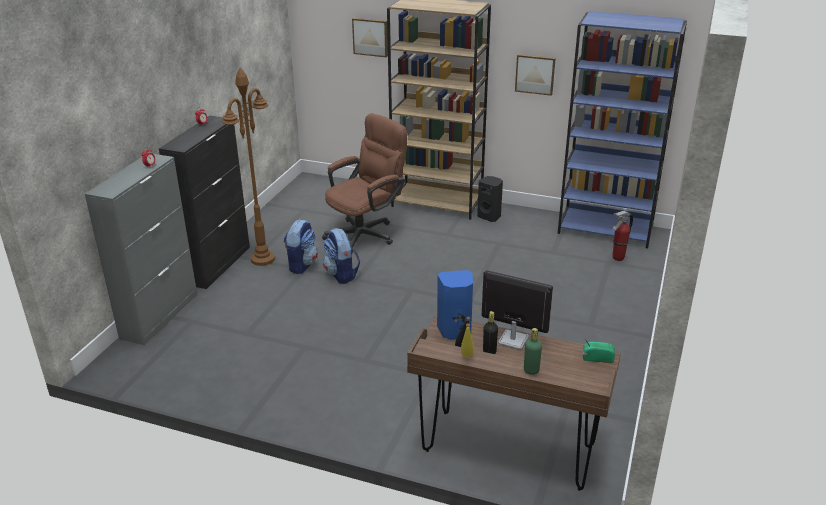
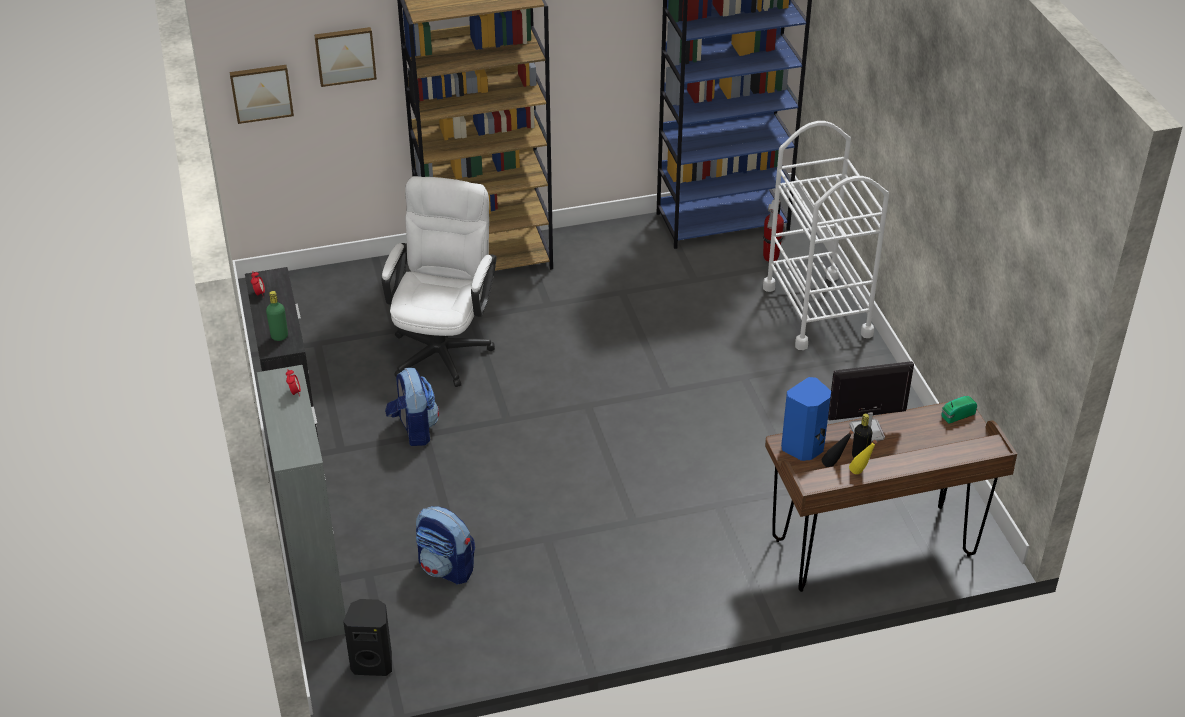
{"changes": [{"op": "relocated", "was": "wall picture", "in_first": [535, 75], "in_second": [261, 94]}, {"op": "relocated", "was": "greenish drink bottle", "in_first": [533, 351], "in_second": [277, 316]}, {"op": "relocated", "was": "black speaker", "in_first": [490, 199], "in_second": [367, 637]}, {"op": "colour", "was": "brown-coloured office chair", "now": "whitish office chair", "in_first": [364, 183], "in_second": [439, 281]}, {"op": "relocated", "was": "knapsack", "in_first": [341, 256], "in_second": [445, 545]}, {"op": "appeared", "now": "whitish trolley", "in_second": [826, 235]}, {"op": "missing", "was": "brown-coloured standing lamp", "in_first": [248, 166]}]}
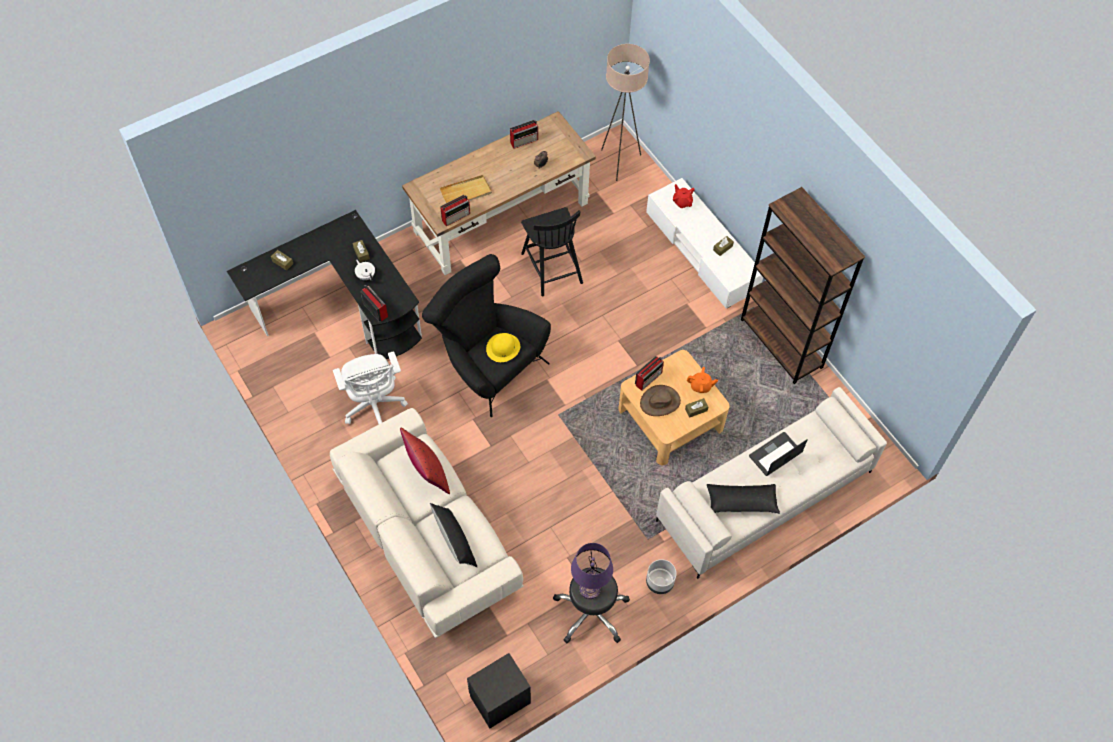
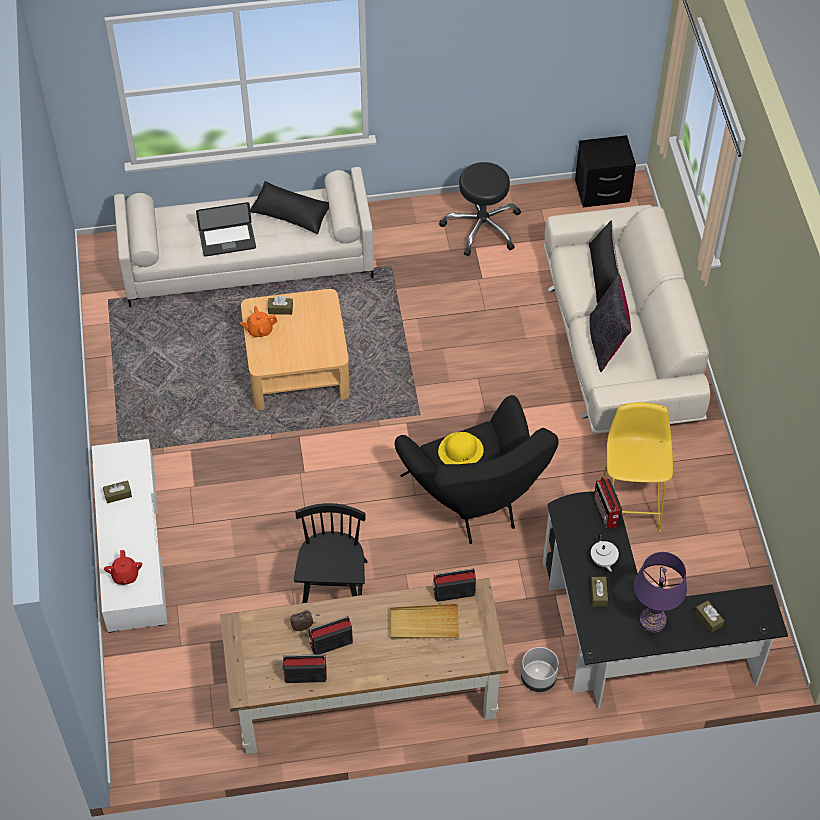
{"changes": [{"op": "spun", "was": "orangey tea pot", "in_first": [702, 380], "in_second": [258, 322], "clockwise": -45}, {"op": "relocated", "was": "radio", "in_first": [649, 373], "in_second": [330, 635]}, {"op": "relocated", "was": "grey planter", "in_first": [661, 576], "in_second": [540, 669]}, {"op": "colour", "was": "red-coloured throw pillow", "now": "black throw pillow", "in_first": [425, 461], "in_second": [610, 323]}, {"op": "exchanged", "was": "whitish office chair", "now": "yellow-coloured stool", "in_first": [370, 387], "in_second": [638, 467]}, {"op": "relocated", "was": "purplish table lamp", "in_first": [592, 571], "in_second": [660, 592]}, {"op": "missing", "was": "sand-coloured standing lamp", "in_first": [625, 112]}, {"op": "missing", "was": "brown-coloured wearable hat", "in_first": [660, 400]}, {"op": "missing", "was": "brown-coloured bookshelf", "in_first": [803, 285]}]}
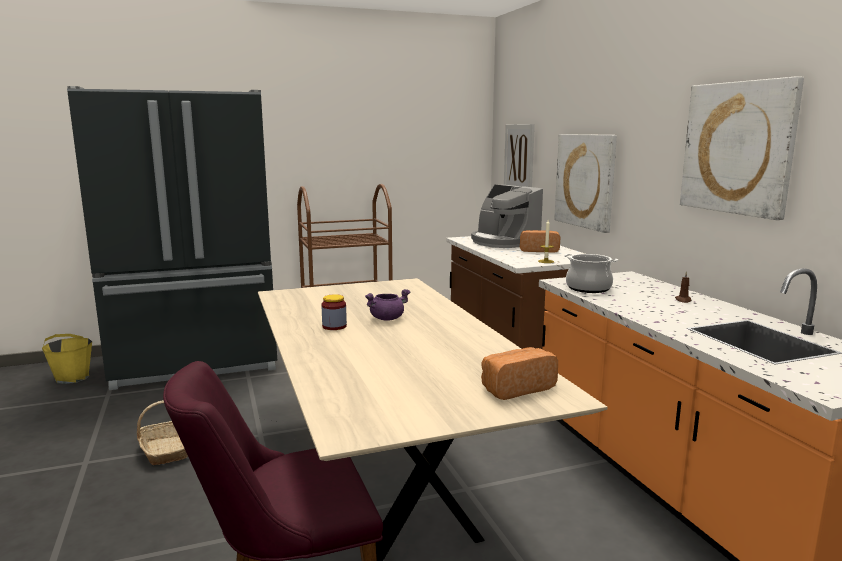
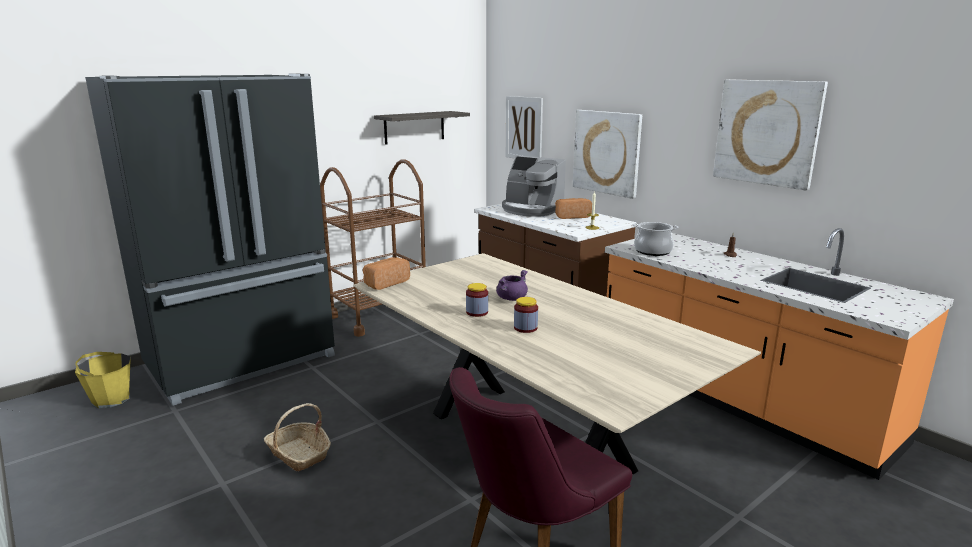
{"changes": [{"op": "relocated", "was": "bakery bread", "in_first": [519, 373], "in_second": [386, 273]}, {"op": "appeared", "now": "wall shelf", "in_second": [422, 128]}, {"op": "appeared", "now": "jar", "in_second": [526, 315]}]}
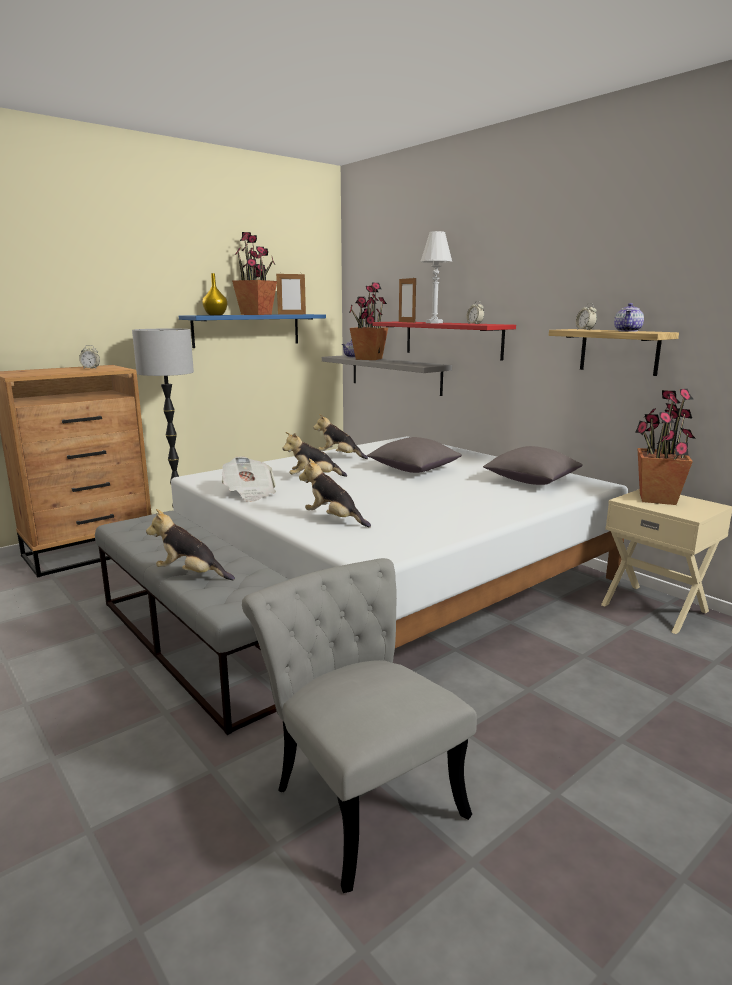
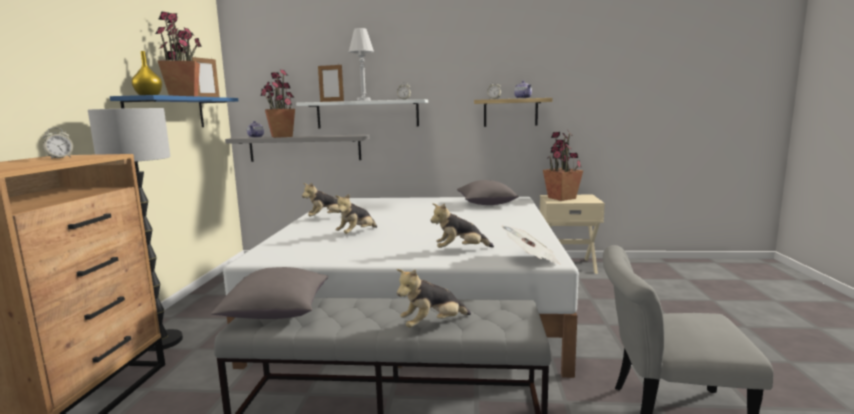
{"changes": [{"op": "relocated", "was": "grey throw pillow", "in_first": [414, 455], "in_second": [269, 293]}, {"op": "colour", "was": "red-coloured wall shelf", "now": "whitish wall shelf", "in_first": [444, 341], "in_second": [362, 114]}, {"op": "relocated", "was": "printed paper", "in_first": [248, 479], "in_second": [530, 245]}]}
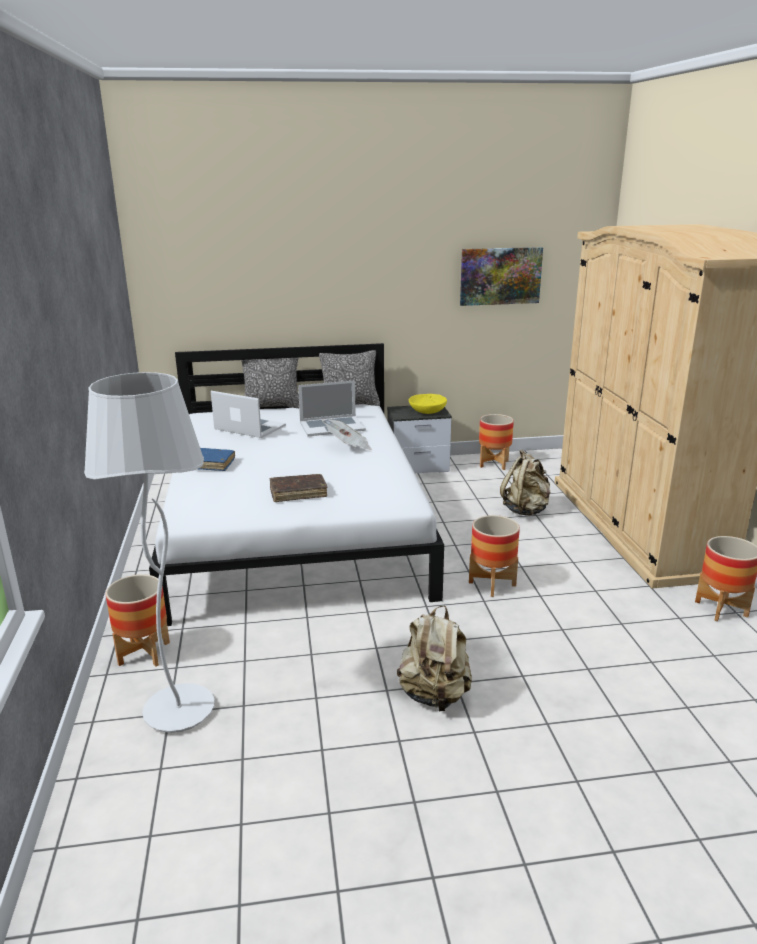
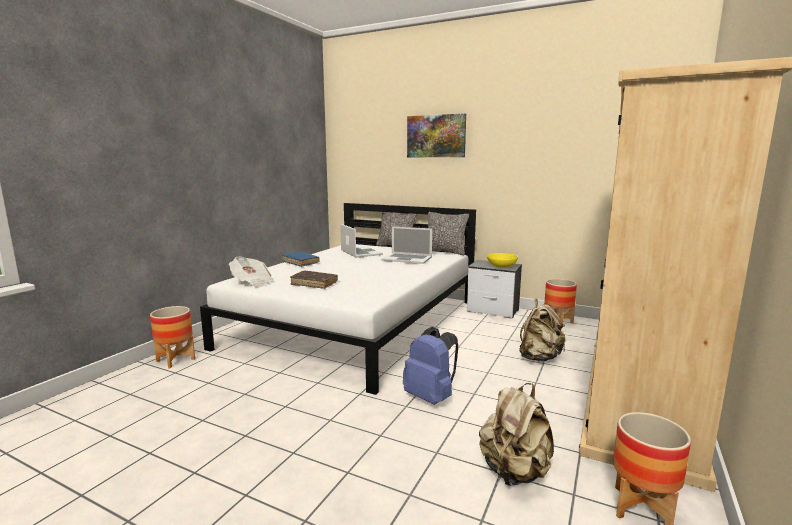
{"changes": [{"op": "relocated", "was": "printed paper", "in_first": [347, 434], "in_second": [251, 272]}, {"op": "exchanged", "was": "planter", "now": "blue-coloured knapsack", "in_first": [494, 556], "in_second": [430, 366]}, {"op": "relocated", "was": "wall picture", "in_first": [501, 276], "in_second": [436, 135]}, {"op": "relocated", "was": "sand-coloured knapsack", "in_first": [434, 658], "in_second": [516, 434]}, {"op": "missing", "was": "whitish standing lamp", "in_first": [149, 552]}]}
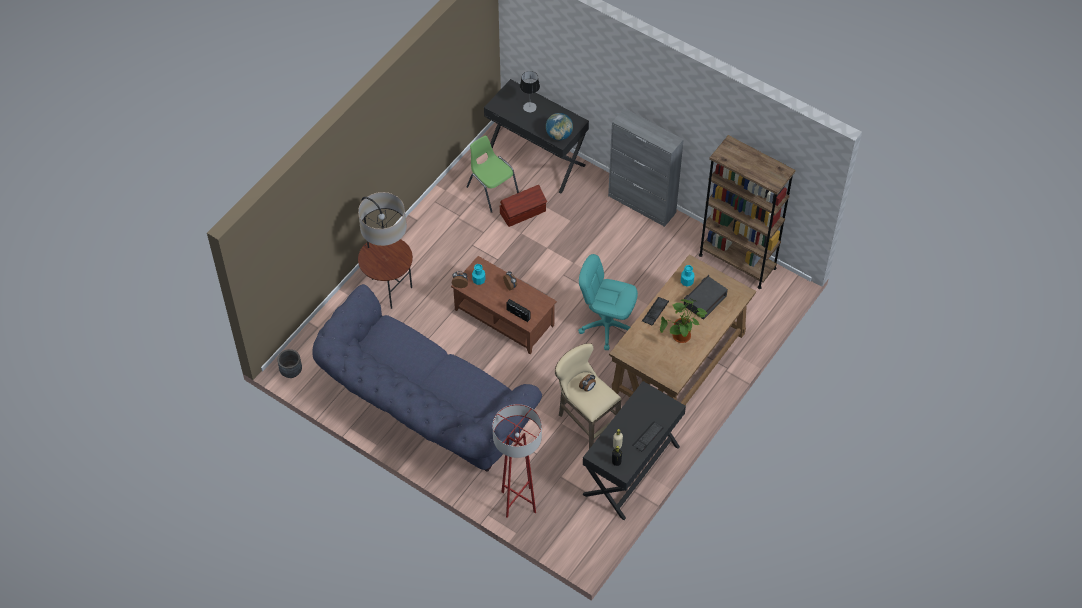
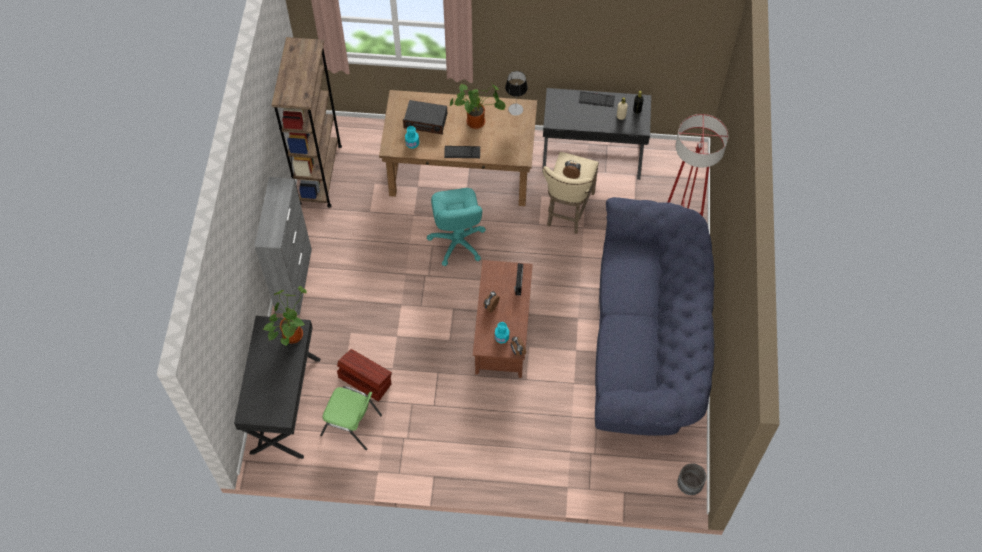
{"changes": [{"op": "exchanged", "was": "world globe", "now": "plant in a pot", "in_first": [559, 126], "in_second": [285, 316]}, {"op": "spun", "was": "greenish chair", "in_first": [493, 174], "in_second": [351, 418], "clockwise": -90}, {"op": "relocated", "was": "table lamp", "in_first": [530, 91], "in_second": [516, 93]}, {"op": "missing", "was": "standing lamp", "in_first": [385, 250]}]}
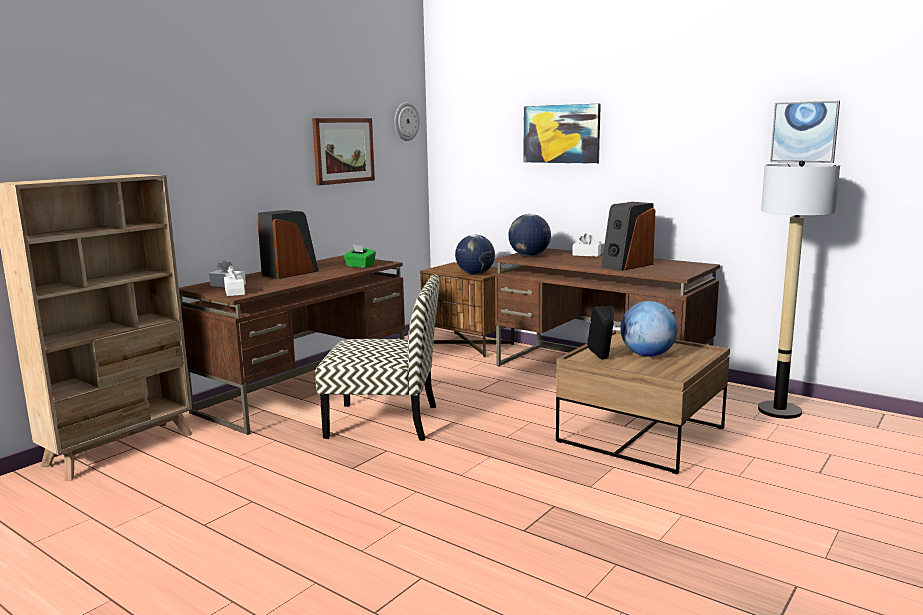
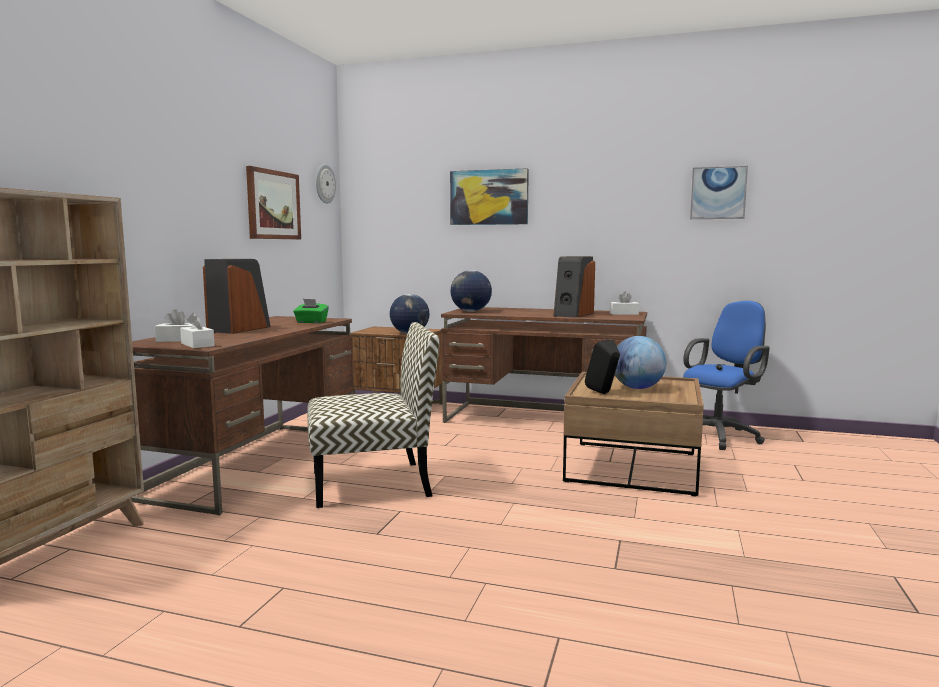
{"changes": [{"op": "relocated", "was": "whitish tissue holder", "in_first": [586, 245], "in_second": [624, 303]}, {"op": "exchanged", "was": "standing lamp", "now": "blue-coloured office chair", "in_first": [799, 289], "in_second": [726, 375]}]}
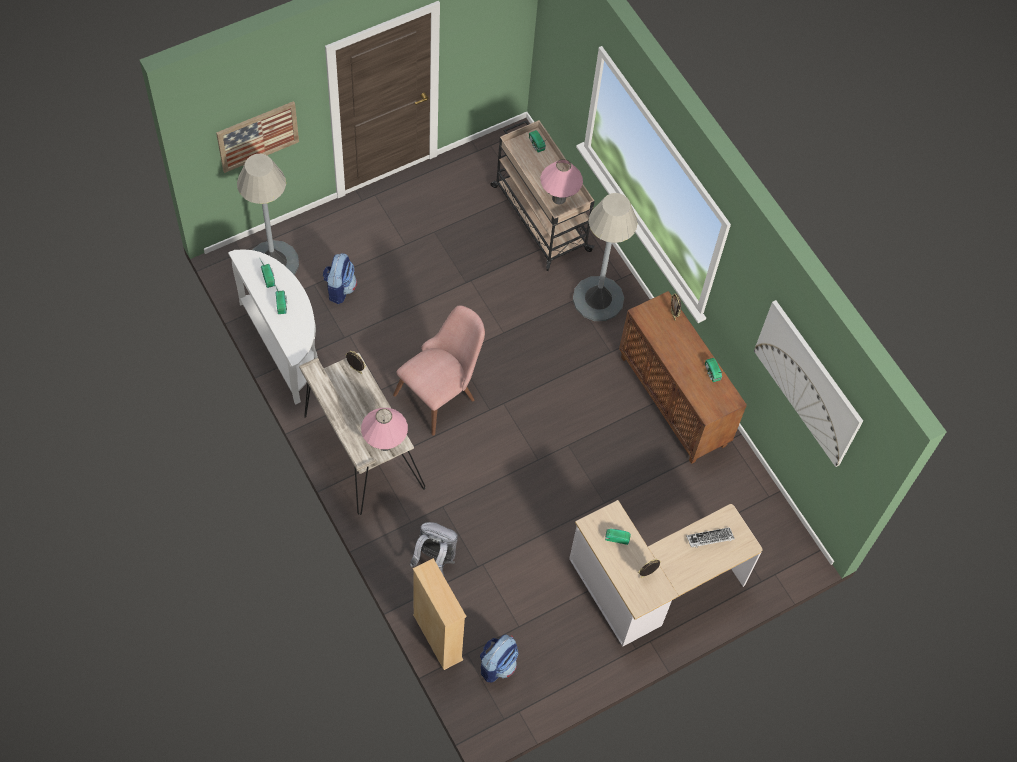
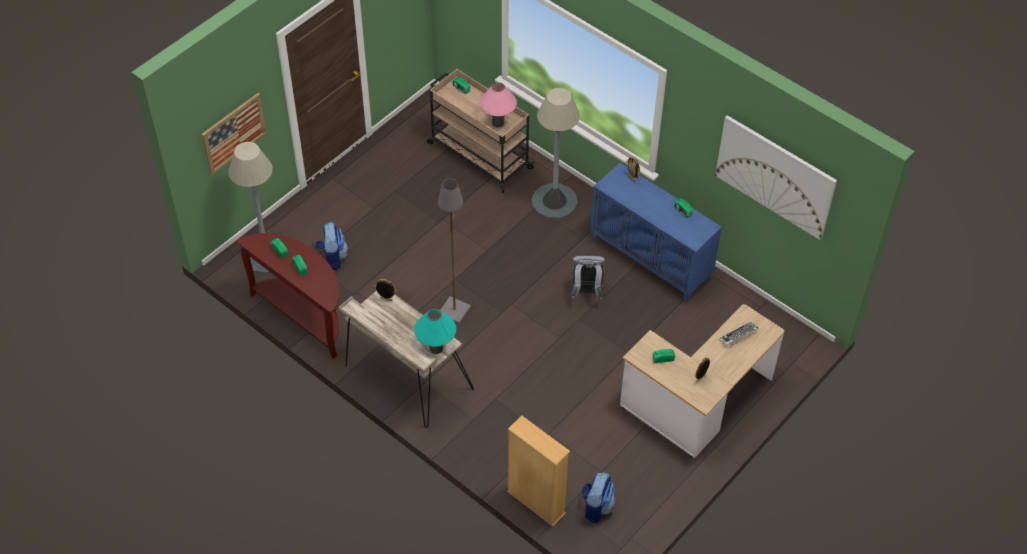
{"changes": [{"op": "colour", "was": "whitish hall table", "now": "brown-coloured hall table", "in_first": [273, 327], "in_second": [288, 296]}, {"op": "colour", "was": "pink-coloured table lamp", "now": "turquoise-coloured table lamp", "in_first": [384, 429], "in_second": [435, 331]}, {"op": "exchanged", "was": "pink-coloured chair", "now": "grey standing lamp", "in_first": [439, 370], "in_second": [454, 251]}, {"op": "relocated", "was": "grey knapsack", "in_first": [434, 549], "in_second": [587, 278]}, {"op": "colour", "was": "brown-coloured cupboard", "now": "blue-coloured cupboard", "in_first": [683, 377], "in_second": [656, 232]}]}
